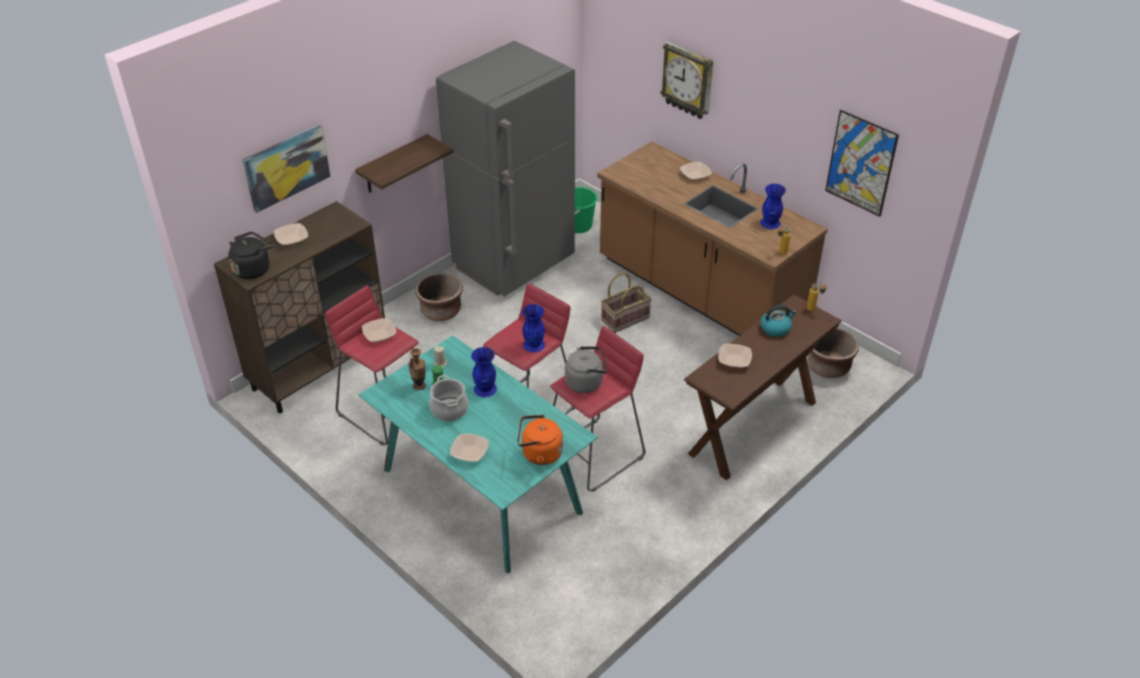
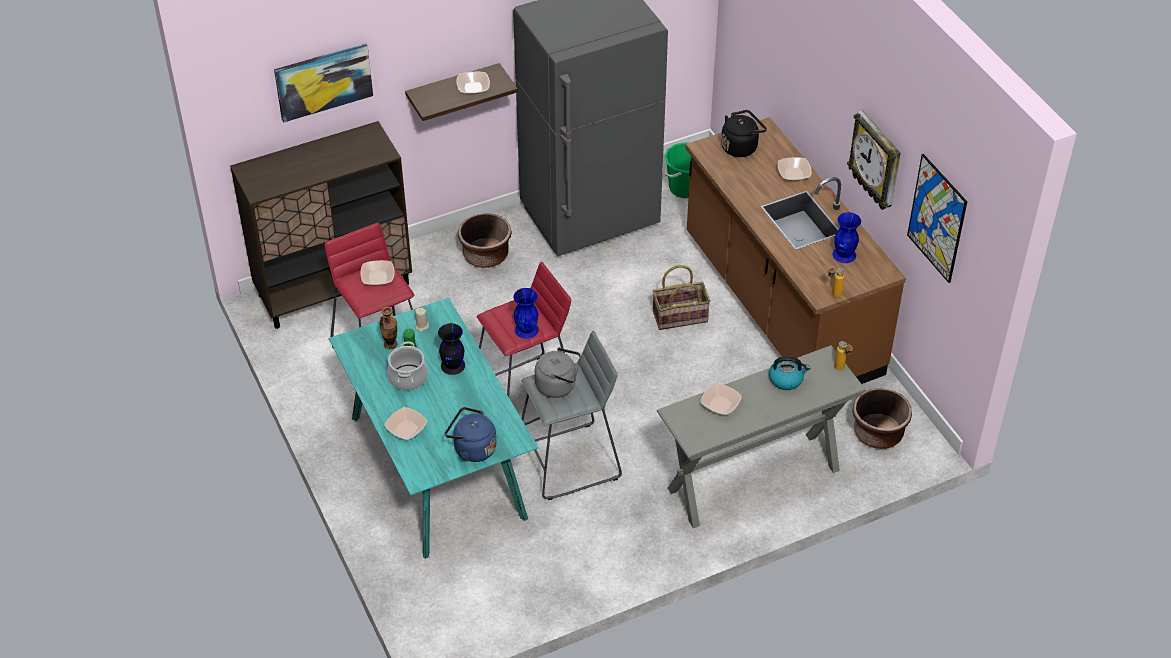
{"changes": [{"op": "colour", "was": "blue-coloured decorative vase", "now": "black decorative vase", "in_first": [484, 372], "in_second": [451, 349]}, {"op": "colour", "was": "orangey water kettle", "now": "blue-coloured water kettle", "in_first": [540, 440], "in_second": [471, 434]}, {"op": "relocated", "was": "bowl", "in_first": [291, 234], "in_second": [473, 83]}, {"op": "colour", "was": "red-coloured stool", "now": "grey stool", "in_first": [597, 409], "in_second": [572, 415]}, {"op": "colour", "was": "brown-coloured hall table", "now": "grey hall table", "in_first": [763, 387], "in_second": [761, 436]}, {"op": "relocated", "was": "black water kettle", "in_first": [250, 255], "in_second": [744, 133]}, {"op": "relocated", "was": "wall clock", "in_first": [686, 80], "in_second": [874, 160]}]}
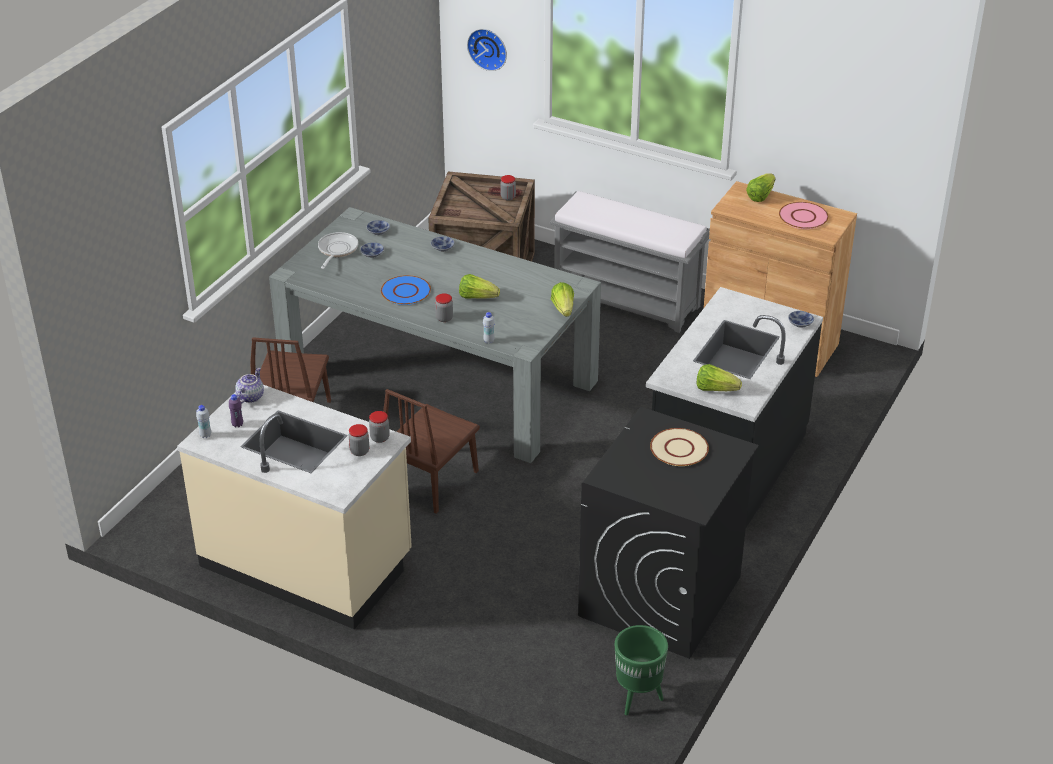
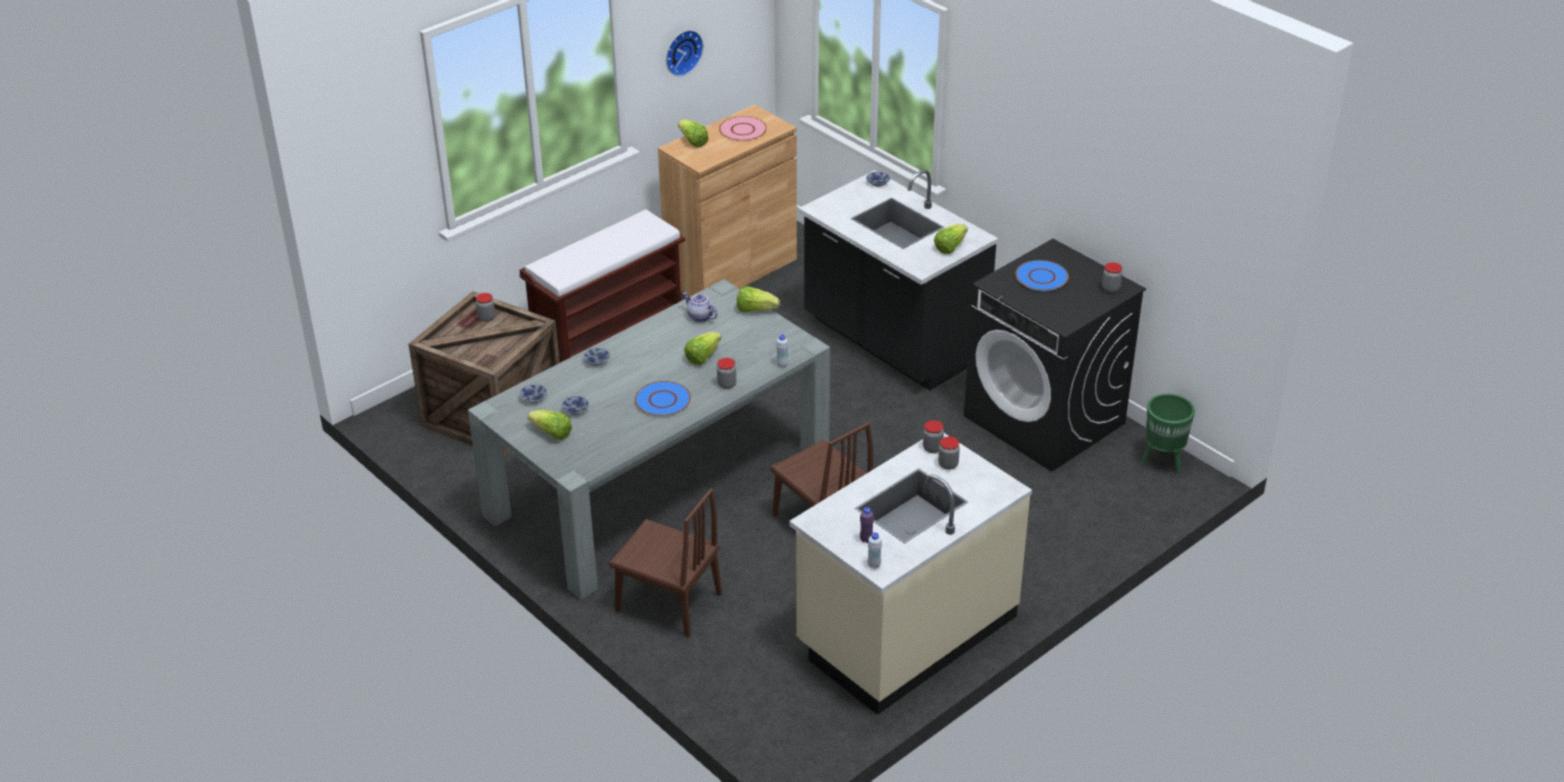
{"changes": [{"op": "colour", "was": "grey indoor bench", "now": "brown-coloured indoor bench", "in_first": [630, 262], "in_second": [602, 286]}, {"op": "exchanged", "was": "frying pan", "now": "head of lettuce", "in_first": [338, 250], "in_second": [549, 425]}, {"op": "relocated", "was": "wall clock", "in_first": [487, 50], "in_second": [684, 53]}, {"op": "relocated", "was": "tea pot", "in_first": [249, 385], "in_second": [700, 307]}, {"op": "colour", "was": "sand-coloured dinner plate", "now": "blue-coloured dinner plate", "in_first": [679, 447], "in_second": [1042, 275]}, {"op": "appeared", "now": "jar", "in_second": [1112, 277]}]}
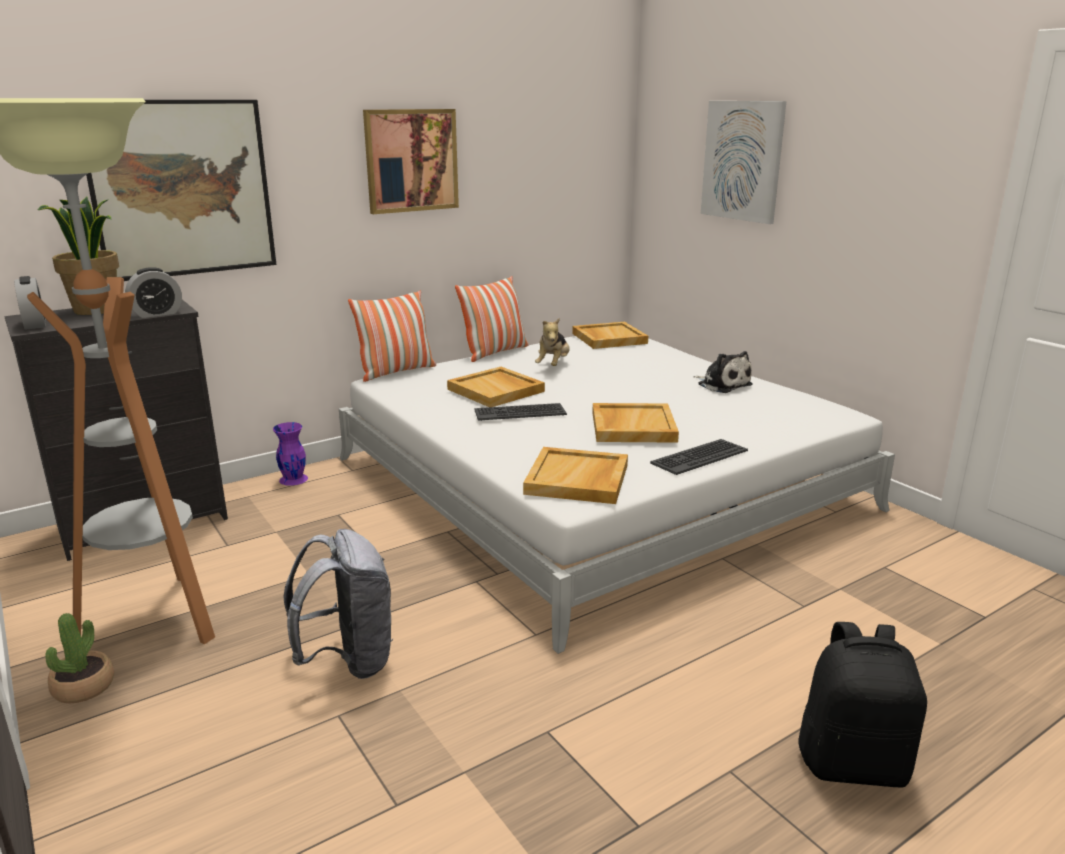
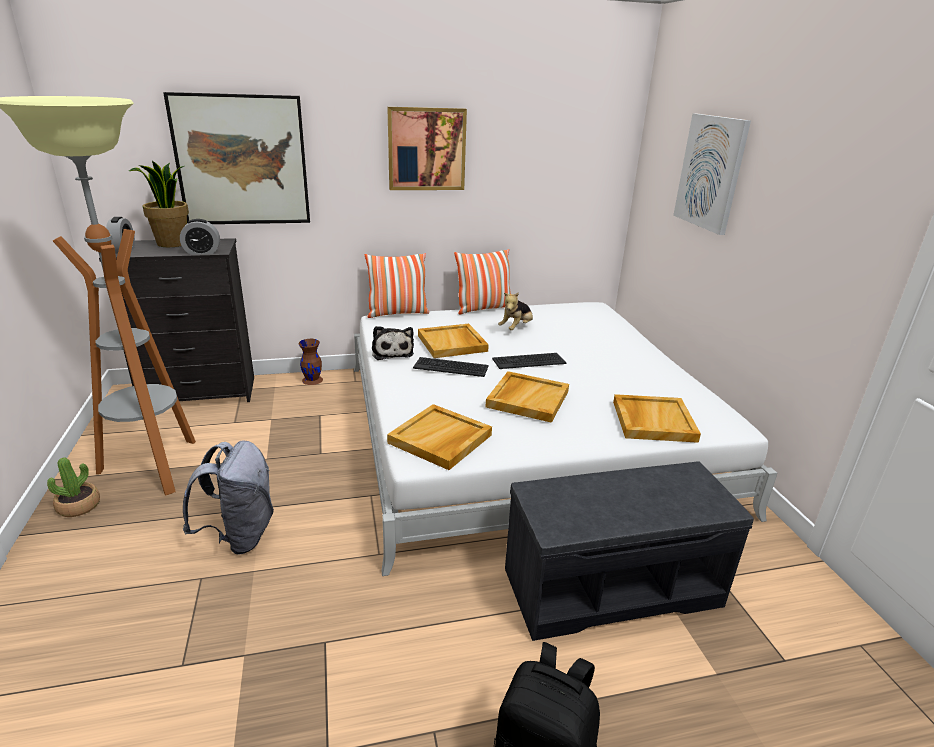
{"changes": [{"op": "colour", "was": "purplish decorative vase", "now": "brown-coloured decorative vase", "in_first": [290, 454], "in_second": [311, 362]}, {"op": "relocated", "was": "soft toy", "in_first": [723, 372], "in_second": [393, 343]}, {"op": "relocated", "was": "computer keyboard", "in_first": [699, 457], "in_second": [529, 361]}, {"op": "appeared", "now": "grey indoor bench", "in_second": [629, 551]}, {"op": "relocated", "was": "sand-coloured tray", "in_first": [610, 335], "in_second": [657, 418]}]}
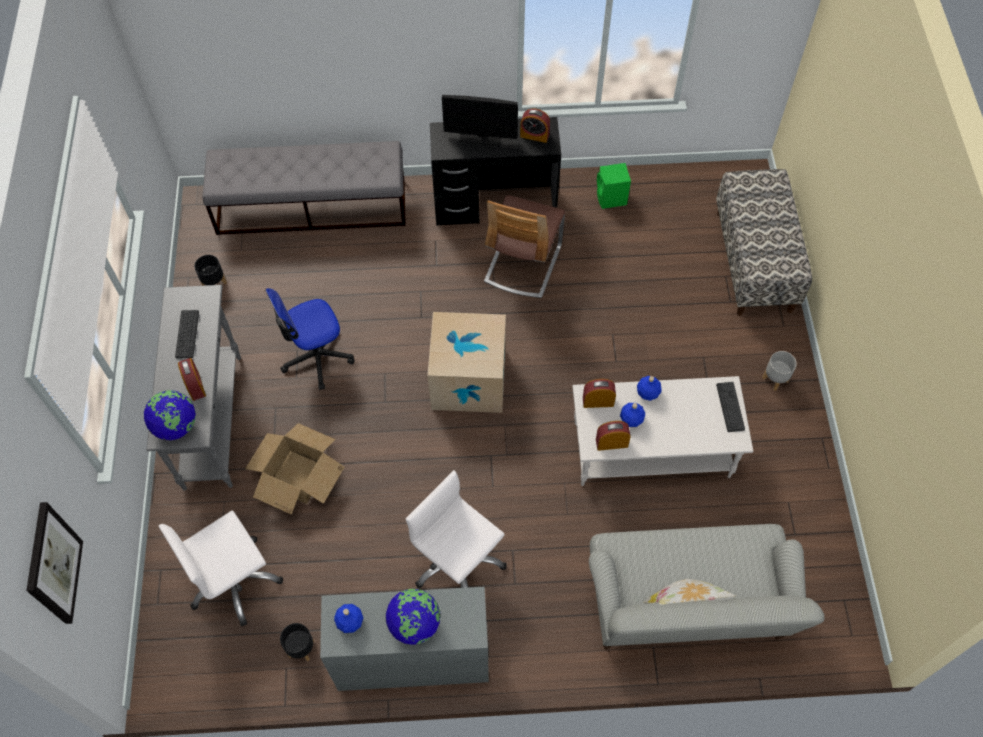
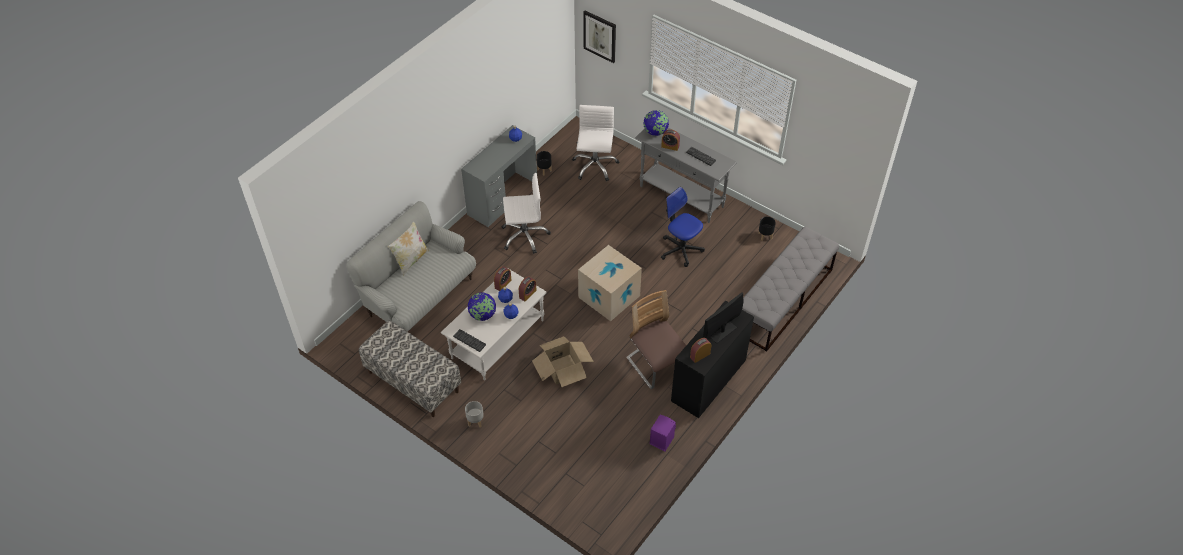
{"changes": [{"op": "relocated", "was": "indoor bench", "in_first": [764, 242], "in_second": [410, 368]}, {"op": "relocated", "was": "world globe", "in_first": [413, 616], "in_second": [482, 306]}, {"op": "relocated", "was": "cardboard box", "in_first": [294, 469], "in_second": [563, 361]}, {"op": "colour", "was": "greenish speaker", "now": "purplish speaker", "in_first": [614, 186], "in_second": [663, 433]}, {"op": "spun", "was": "office chair", "in_first": [310, 339], "in_second": [683, 227], "clockwise": -60}]}
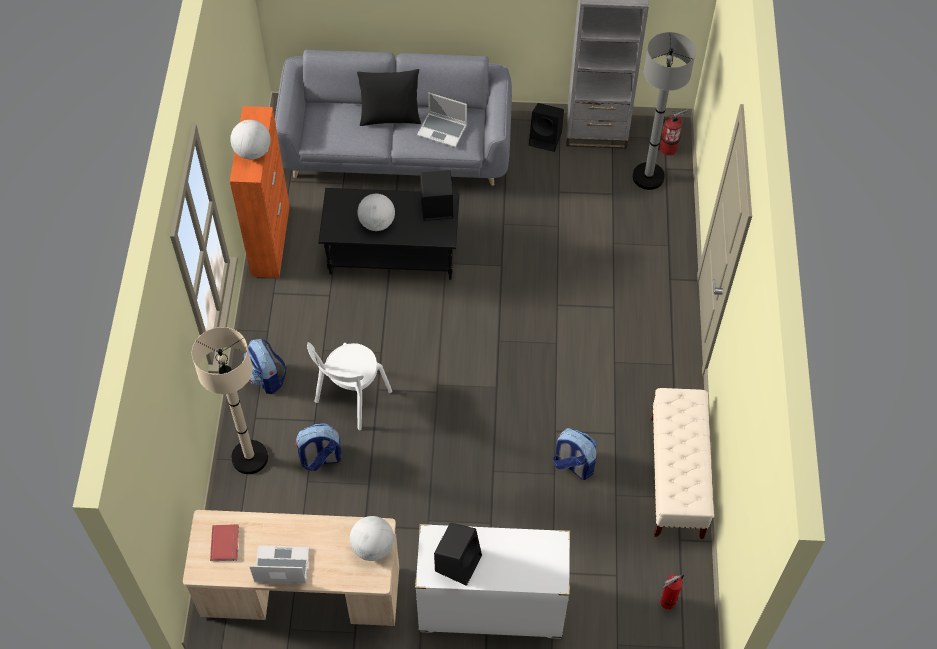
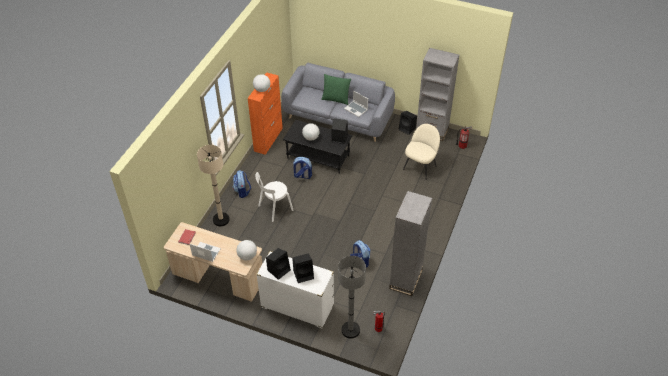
{"changes": [{"op": "appeared", "now": "black speaker", "in_second": [303, 268]}, {"op": "relocated", "was": "knapsack", "in_first": [318, 447], "in_second": [302, 168]}, {"op": "colour", "was": "black throw pillow", "now": "greenish throw pillow", "in_first": [389, 97], "in_second": [336, 89]}, {"op": "relocated", "was": "grey standing lamp", "in_first": [664, 111], "in_second": [352, 297]}, {"op": "exchanged", "was": "sand-coloured indoor bench", "now": "grey bookshelf", "in_first": [682, 463], "in_second": [410, 243]}, {"op": "appeared", "now": "sand-coloured chair", "in_second": [421, 152]}]}
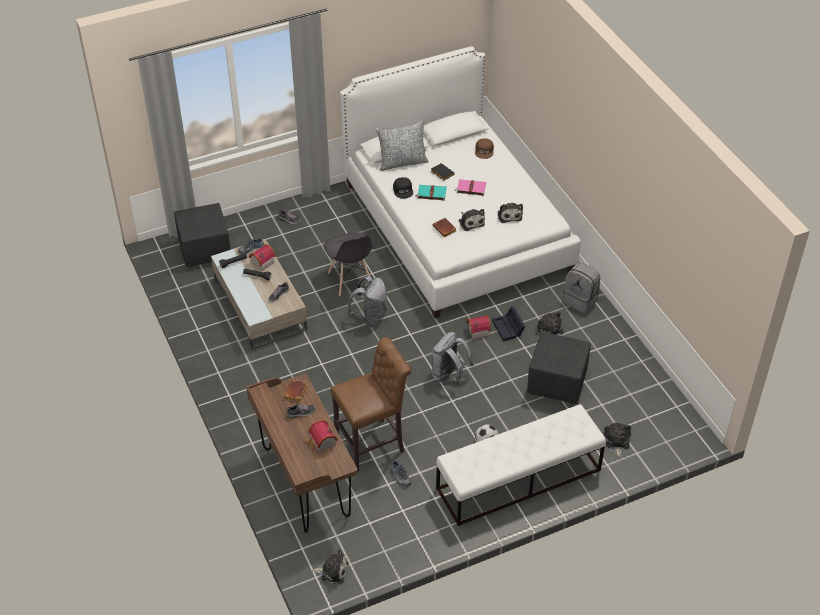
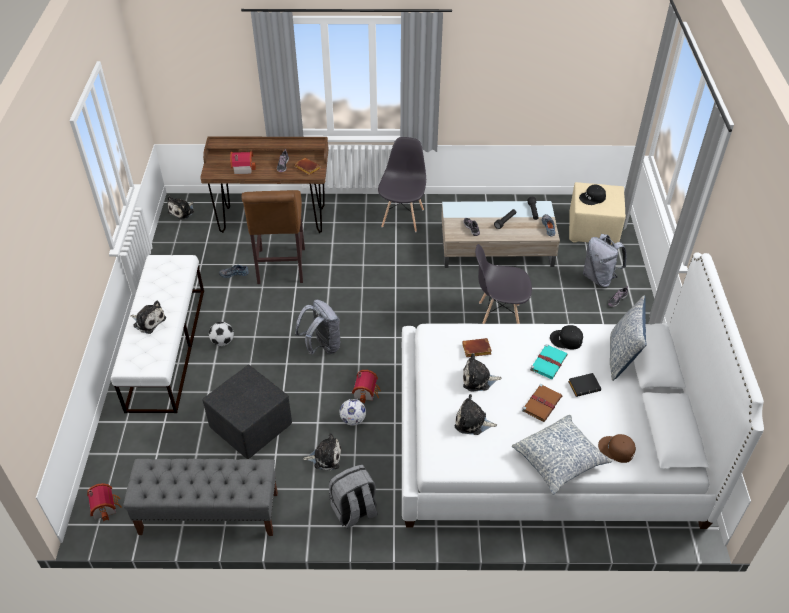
{"changes": [{"op": "relocated", "was": "miniature house", "in_first": [262, 257], "in_second": [104, 502]}, {"op": "appeared", "now": "grey indoor bench", "in_second": [200, 497]}, {"op": "relocated", "was": "soft toy", "in_first": [617, 440], "in_second": [148, 317]}, {"op": "exchanged", "was": "black storage container", "now": "football", "in_first": [508, 323], "in_second": [353, 412]}, {"op": "appeared", "now": "grey chair", "in_second": [402, 184]}, {"op": "appeared", "now": "throw pillow", "in_second": [562, 455]}, {"op": "colour", "was": "pink-coloured bound book", "now": "brown-coloured bound book", "in_first": [470, 187], "in_second": [542, 403]}, {"op": "colour", "was": "black pouffe", "now": "sand-coloured pouffe", "in_first": [202, 235], "in_second": [597, 213]}, {"op": "appeared", "now": "black cap", "in_second": [592, 194]}, {"op": "relocated", "was": "grey knapsack", "in_first": [367, 301], "in_second": [605, 260]}]}
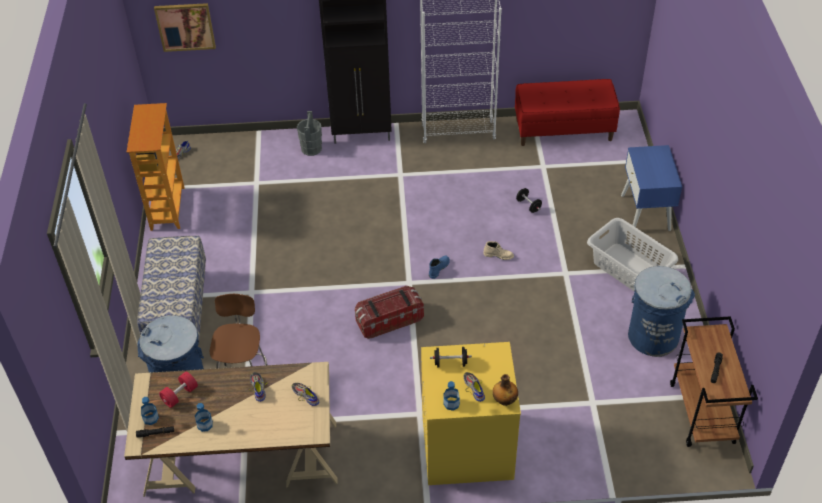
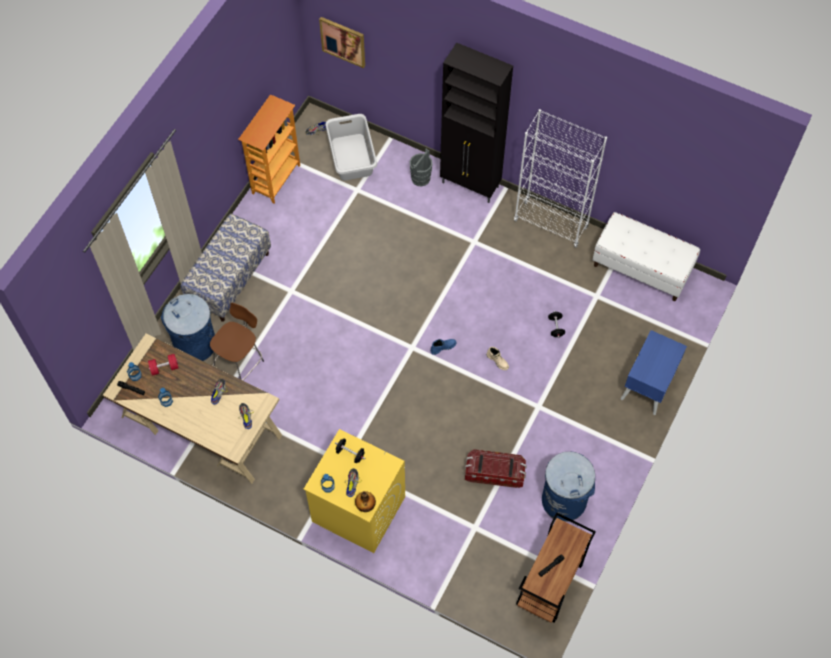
{"changes": [{"op": "relocated", "was": "grey hamper", "in_first": [632, 254], "in_second": [351, 147]}, {"op": "relocated", "was": "storage container", "in_first": [389, 312], "in_second": [496, 468]}, {"op": "colour", "was": "red-coloured indoor bench", "now": "whitish indoor bench", "in_first": [567, 112], "in_second": [646, 256]}]}
